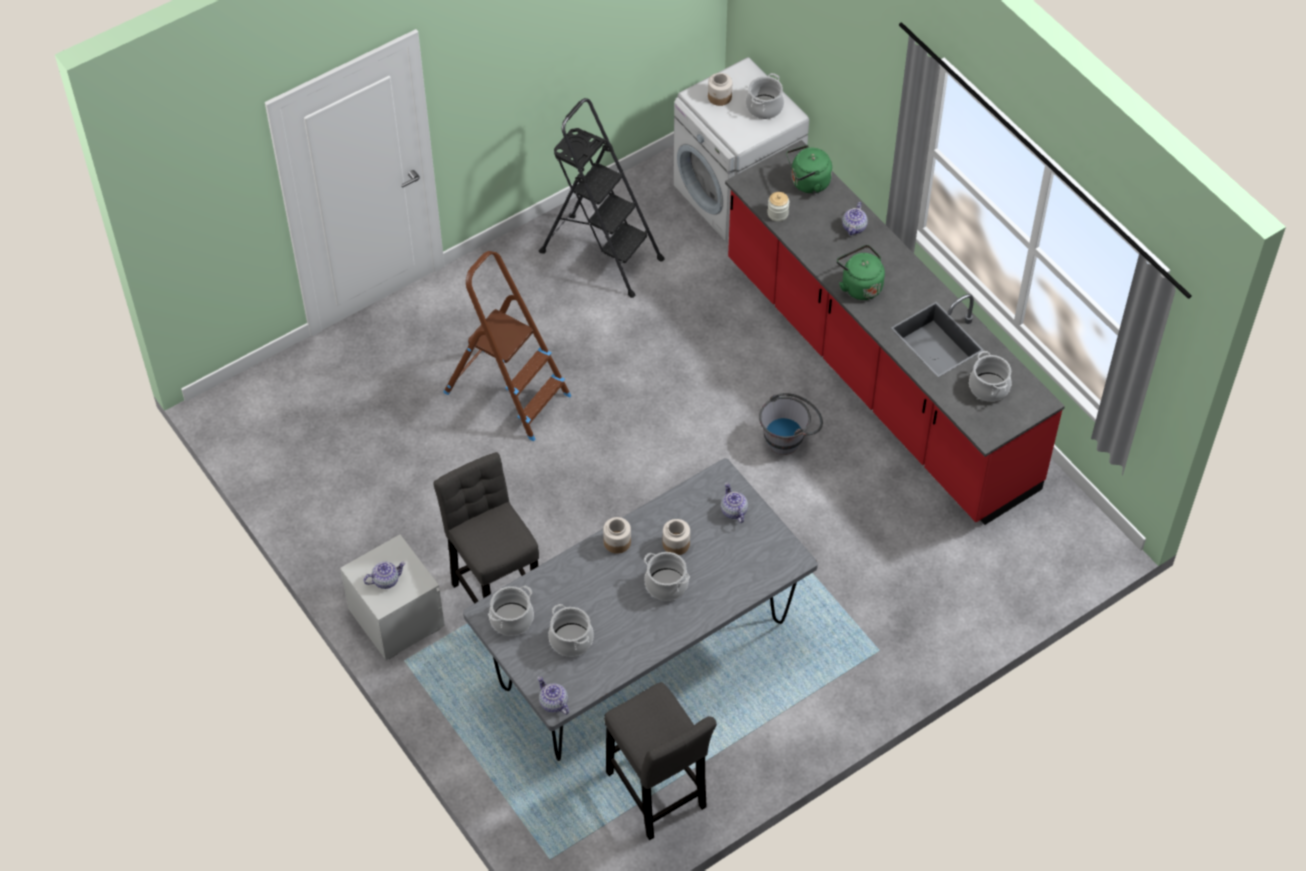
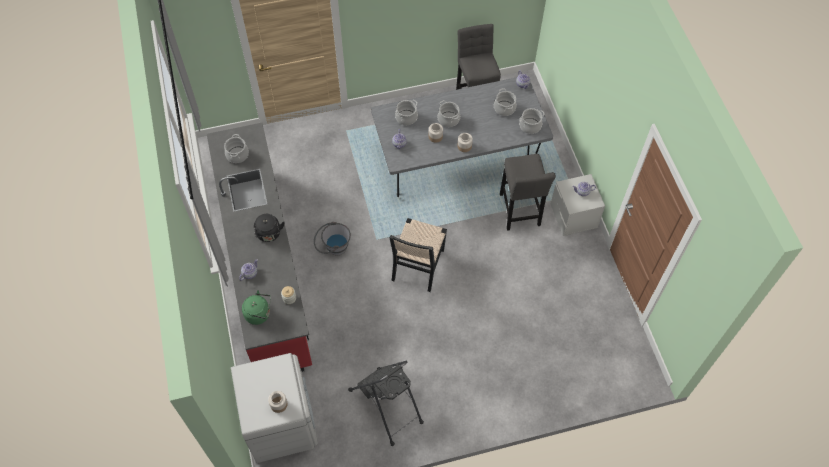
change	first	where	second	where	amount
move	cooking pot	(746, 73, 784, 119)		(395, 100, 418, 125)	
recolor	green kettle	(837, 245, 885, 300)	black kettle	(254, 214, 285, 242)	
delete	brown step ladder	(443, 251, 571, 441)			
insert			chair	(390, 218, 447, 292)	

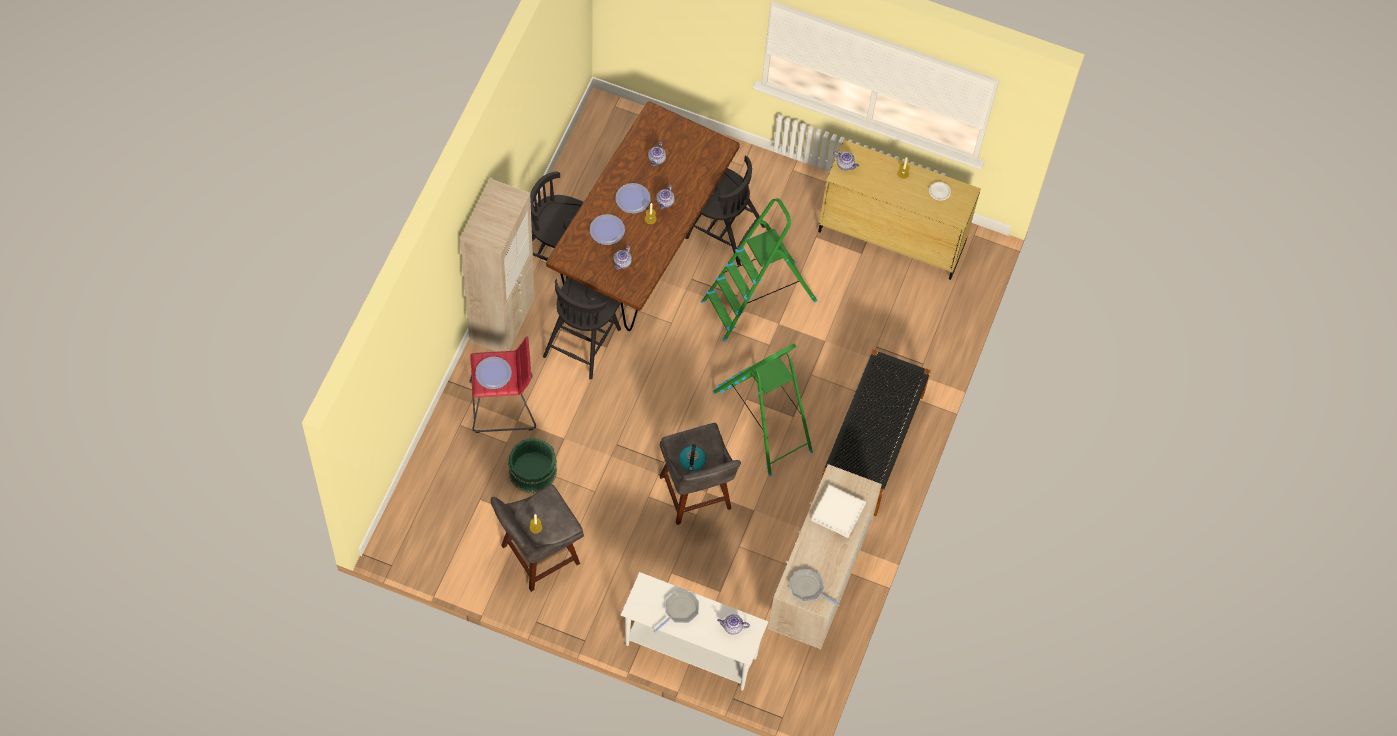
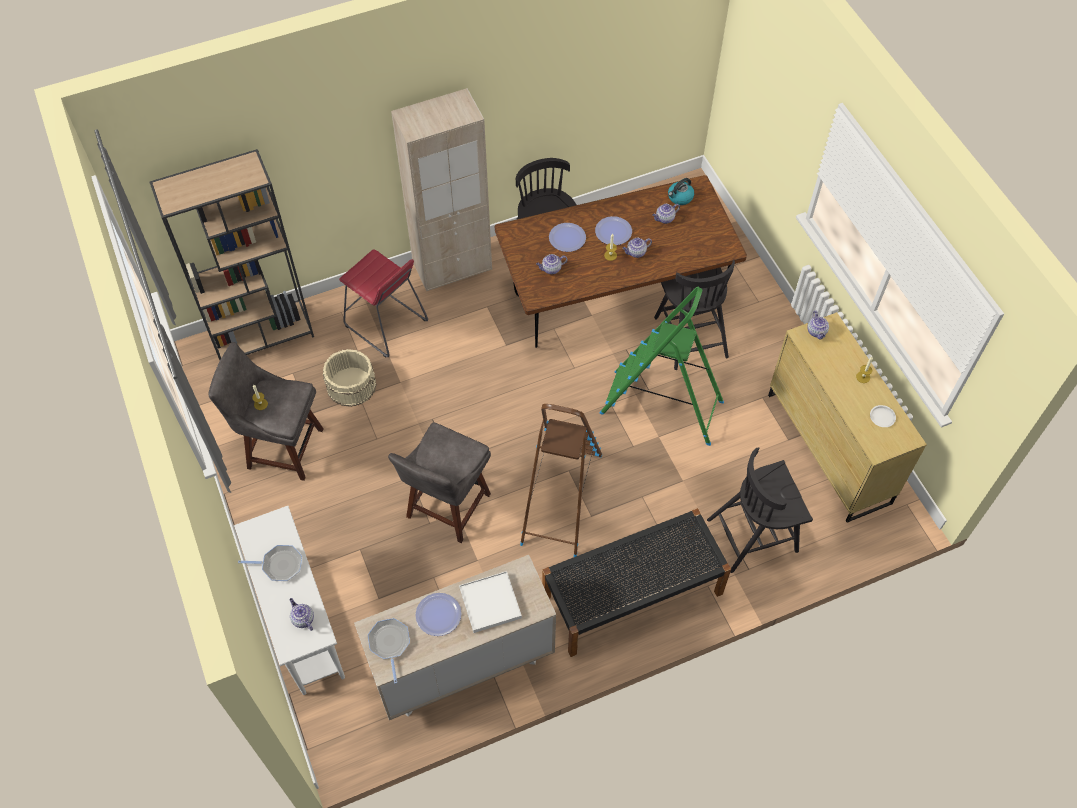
change	first	where	second	where	amount
move	black chair	(543, 277, 621, 380)		(707, 447, 813, 573)	
recolor	green step ladder	(713, 343, 813, 476)	brown step ladder	(520, 404, 602, 557)	
move	plate	(475, 357, 512, 389)		(415, 593, 462, 636)	
recolor	green bucket	(508, 438, 557, 493)	beige bucket	(323, 349, 377, 407)	
move	kettle	(679, 444, 706, 472)		(668, 178, 694, 205)	
insert			bookcase	(149, 149, 314, 360)	

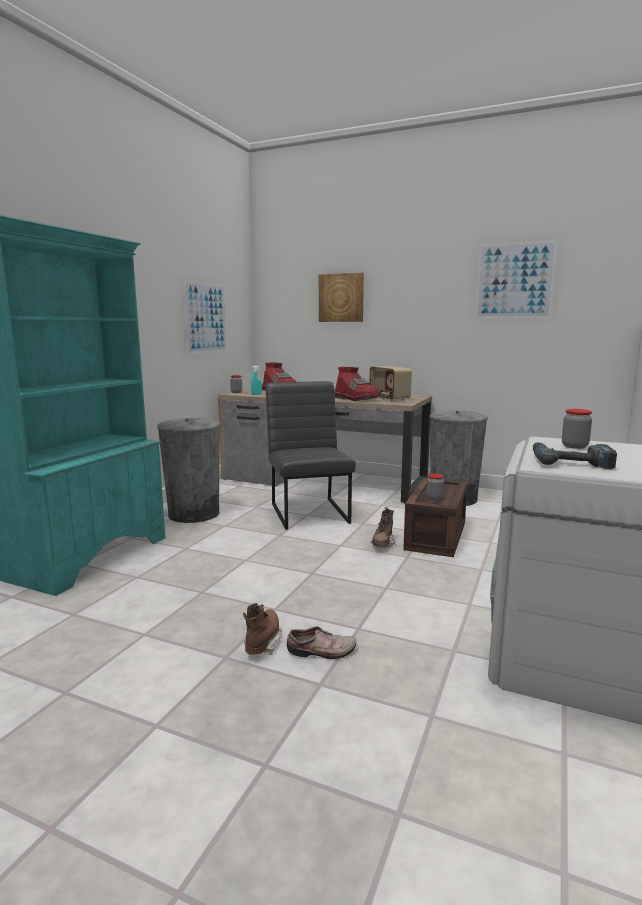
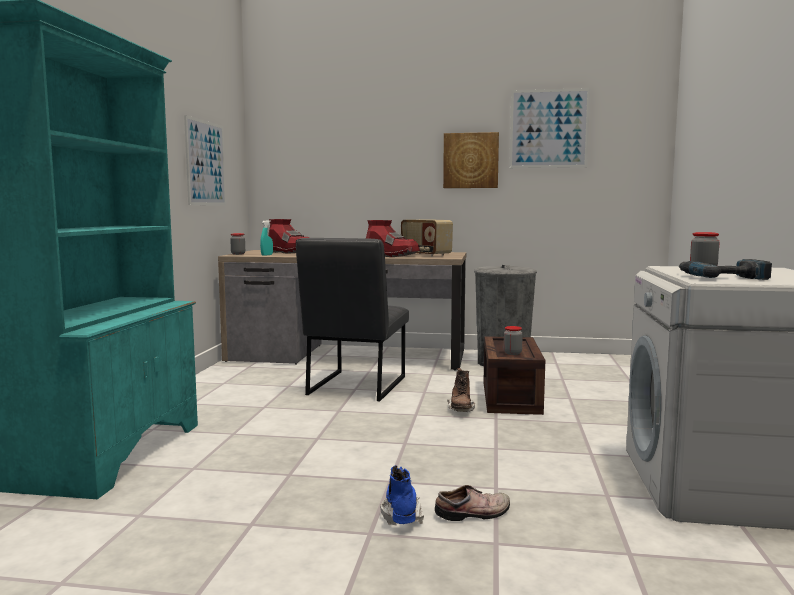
change	first	where	second	where	amount
move	picture	(319, 273, 364, 322)		(443, 132, 499, 188)	
rotate	grey chair	(266, 381, 356, 530)		(296, 238, 409, 401)	135 degrees counterclockwise
delete	grey trash can	(157, 418, 221, 523)			
recolor	brown boot	(243, 603, 282, 655)	blue boot	(381, 465, 424, 525)	

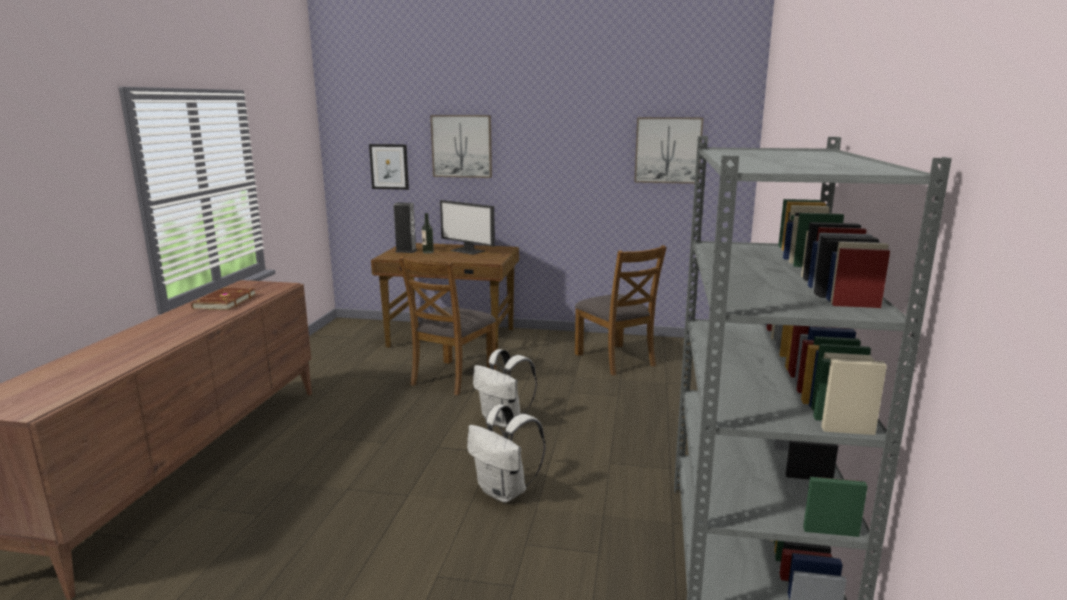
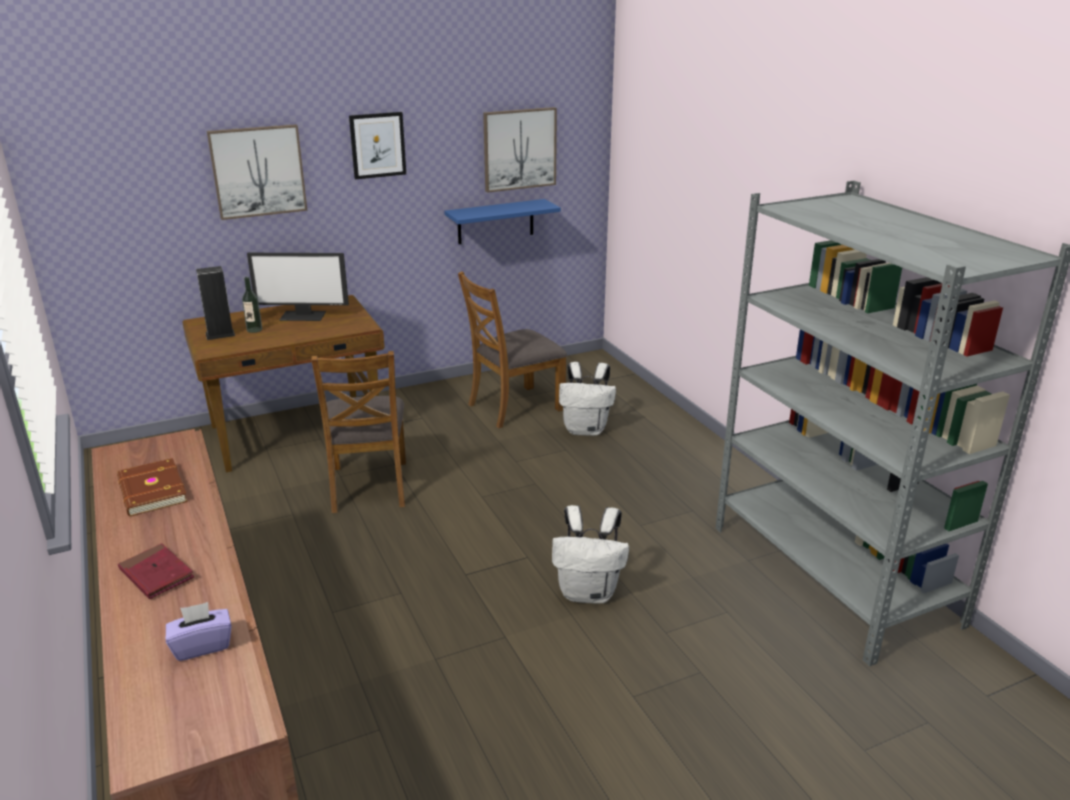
change	first	where	second	where	amount
move	picture	(369, 144, 409, 190)		(349, 112, 406, 180)	
rotate	brown chair	(575, 245, 667, 375)		(458, 271, 567, 428)	120 degrees clockwise
move	white backpack	(473, 349, 537, 427)		(559, 362, 616, 436)	
insert			blue shelf	(444, 199, 561, 244)	
insert			red book	(118, 543, 195, 599)	
insert			purple tissue box	(166, 602, 231, 661)	

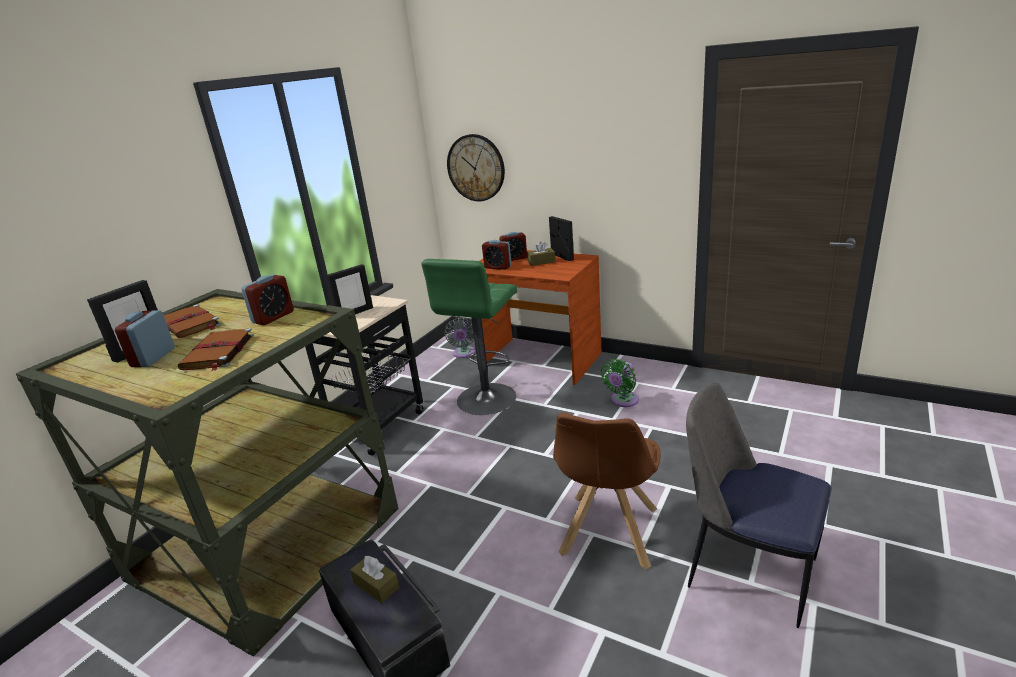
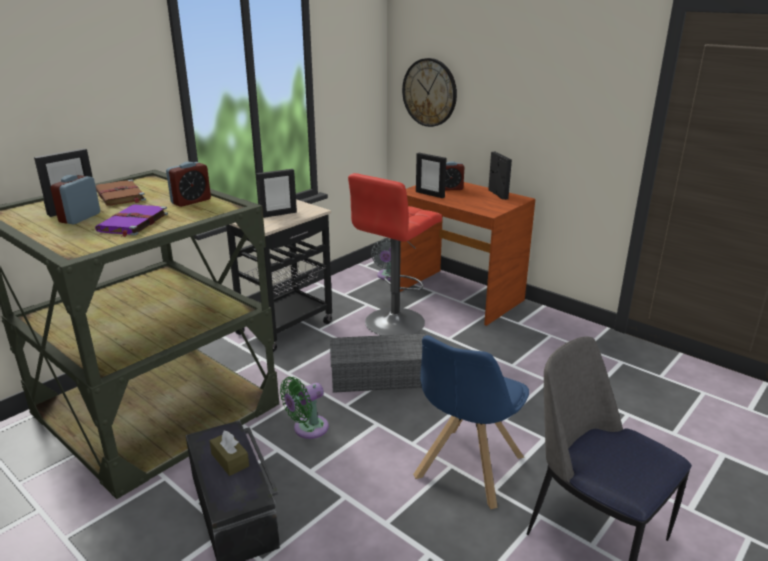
change	first	where	second	where	amount
replace	alarm clock	(482, 240, 512, 270)	picture frame	(416, 153, 447, 198)	
delete	brown tissue box	(527, 241, 556, 266)			
recolor	green stool	(421, 259, 517, 415)	red stool	(348, 173, 442, 335)	
recolor	brown book	(178, 328, 254, 371)	purple book	(95, 204, 168, 237)	
move	green fan	(601, 359, 639, 407)		(280, 377, 329, 439)	
recolor	brown chair	(553, 412, 660, 570)	blue chair	(413, 335, 529, 509)	
insert			grey storage box	(330, 333, 426, 393)	

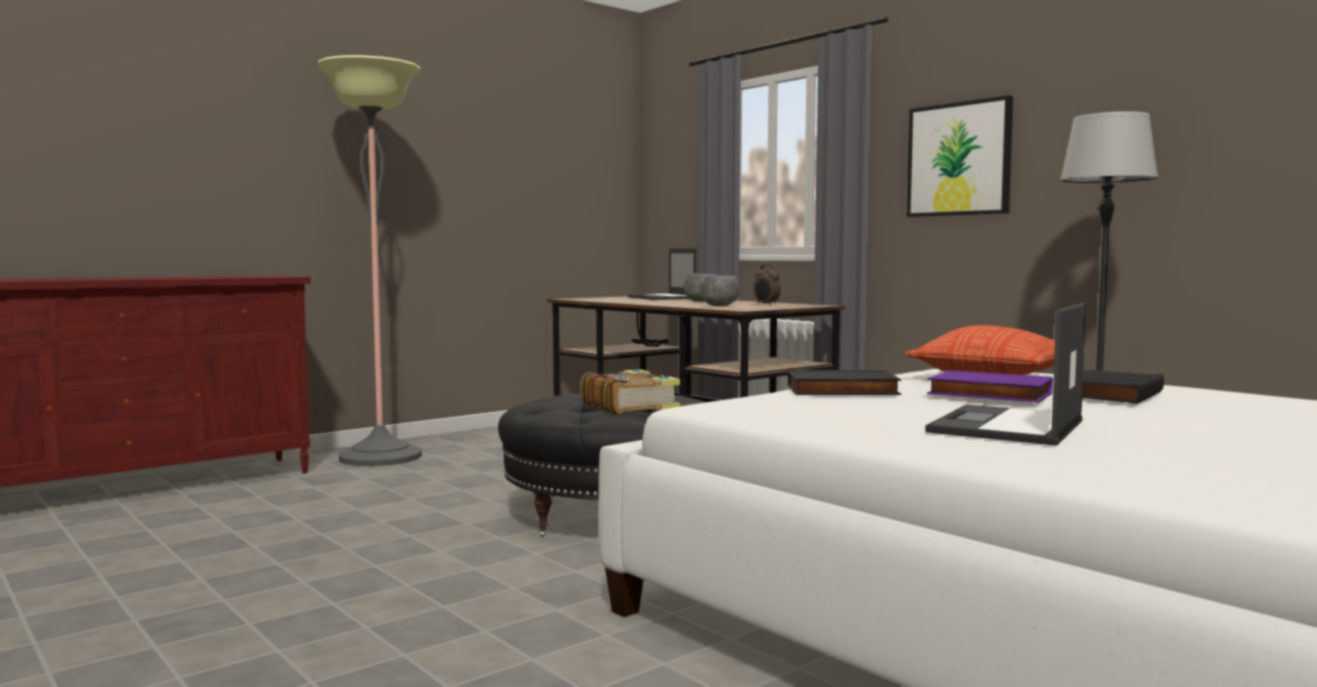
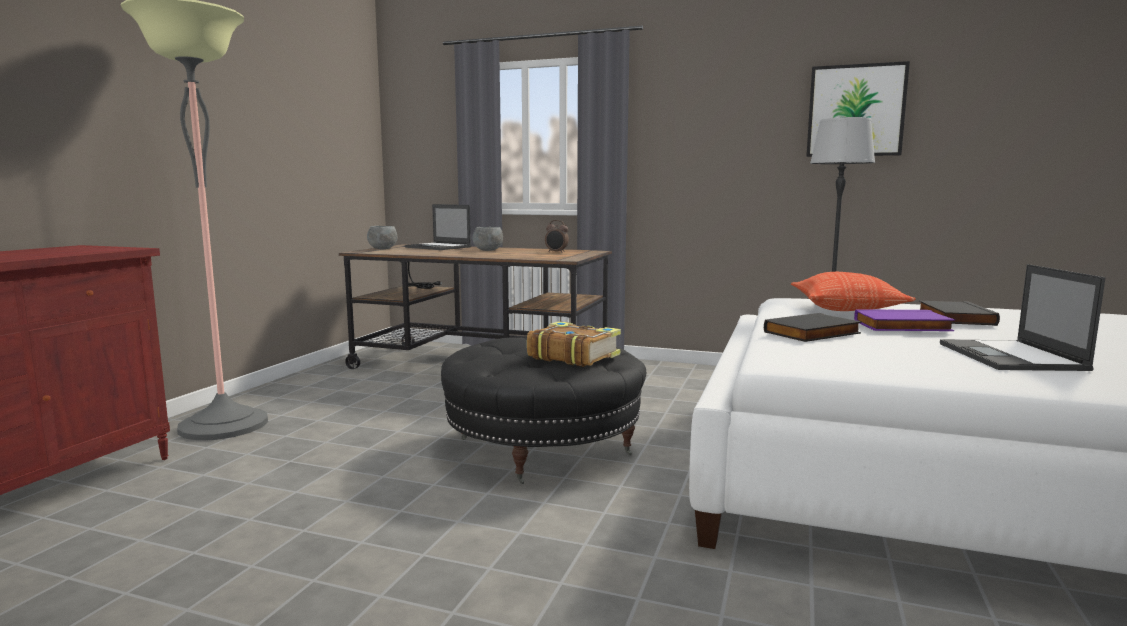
change	first	where	second	where	amount
move	picture	(907, 95, 1013, 217)		(806, 61, 910, 157)	
move	grey bowl	(700, 275, 740, 306)		(367, 226, 398, 249)	

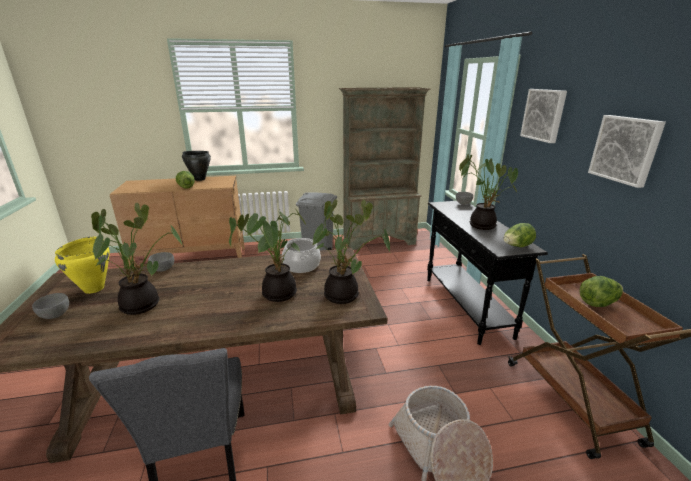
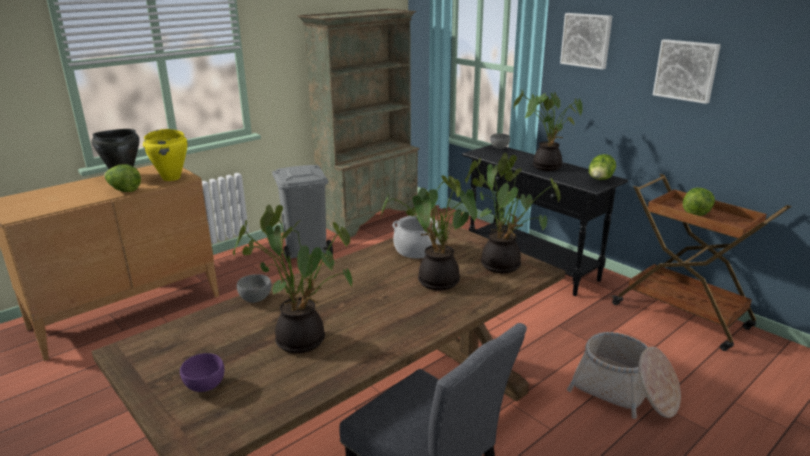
change	first	where	second	where	amount
move	yellow cooking pot	(55, 237, 109, 294)		(143, 129, 188, 181)	
recolor	grey bowl	(32, 293, 69, 319)	purple bowl	(180, 353, 225, 392)	

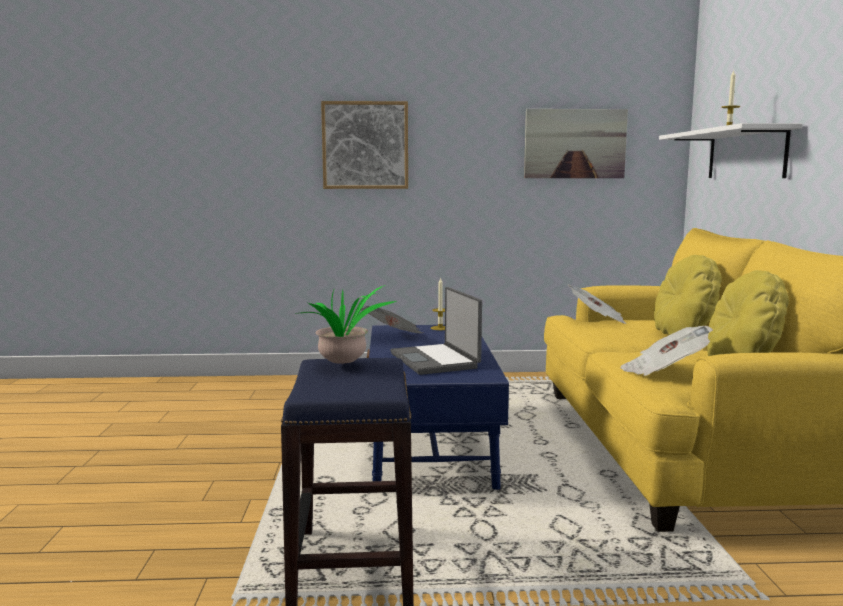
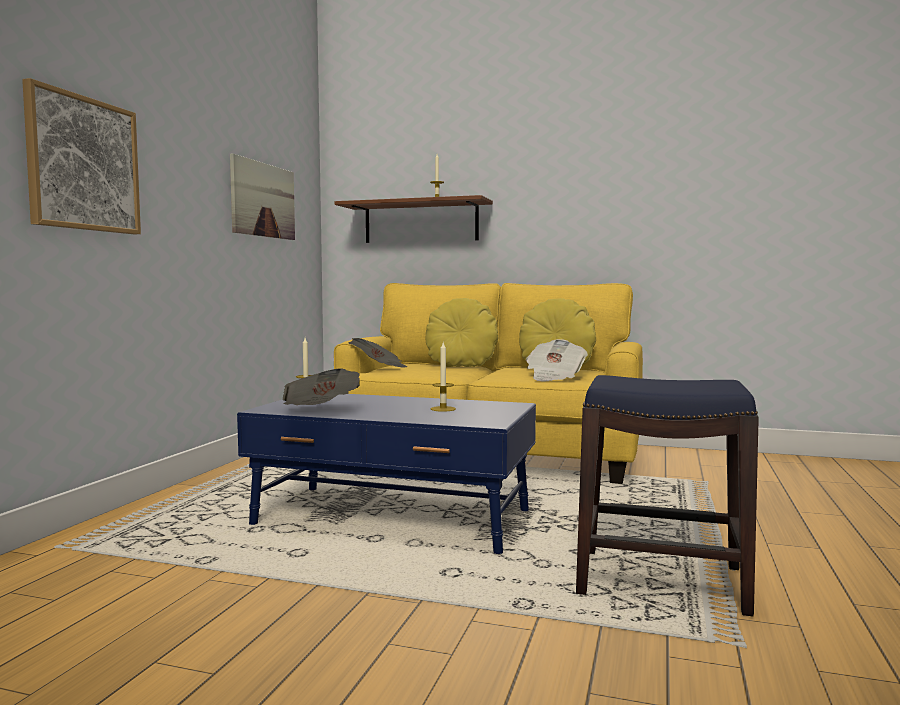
change	first	where	second	where	amount
recolor	white shelf	(659, 123, 803, 178)	brown shelf	(334, 195, 493, 243)	
delete	potted plant	(295, 285, 397, 364)			
replace	laptop	(390, 287, 482, 375)	candle	(431, 343, 456, 412)	

